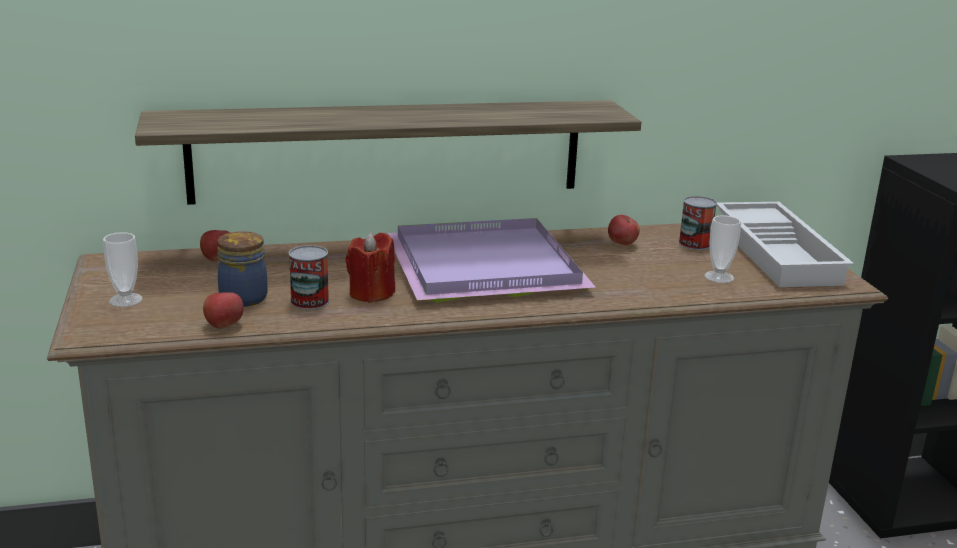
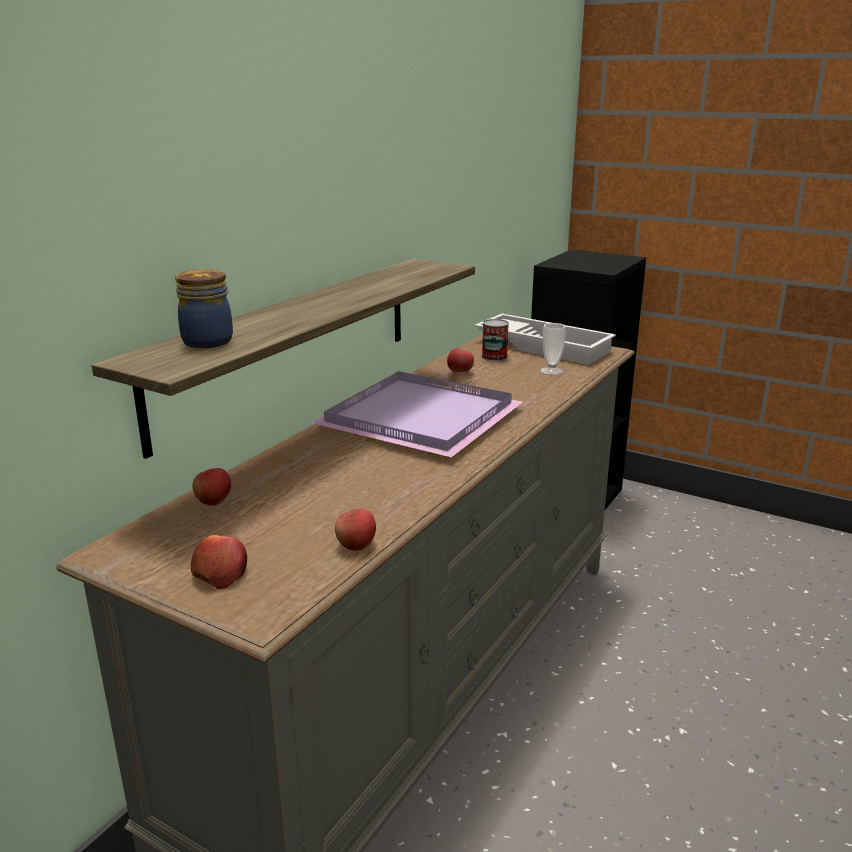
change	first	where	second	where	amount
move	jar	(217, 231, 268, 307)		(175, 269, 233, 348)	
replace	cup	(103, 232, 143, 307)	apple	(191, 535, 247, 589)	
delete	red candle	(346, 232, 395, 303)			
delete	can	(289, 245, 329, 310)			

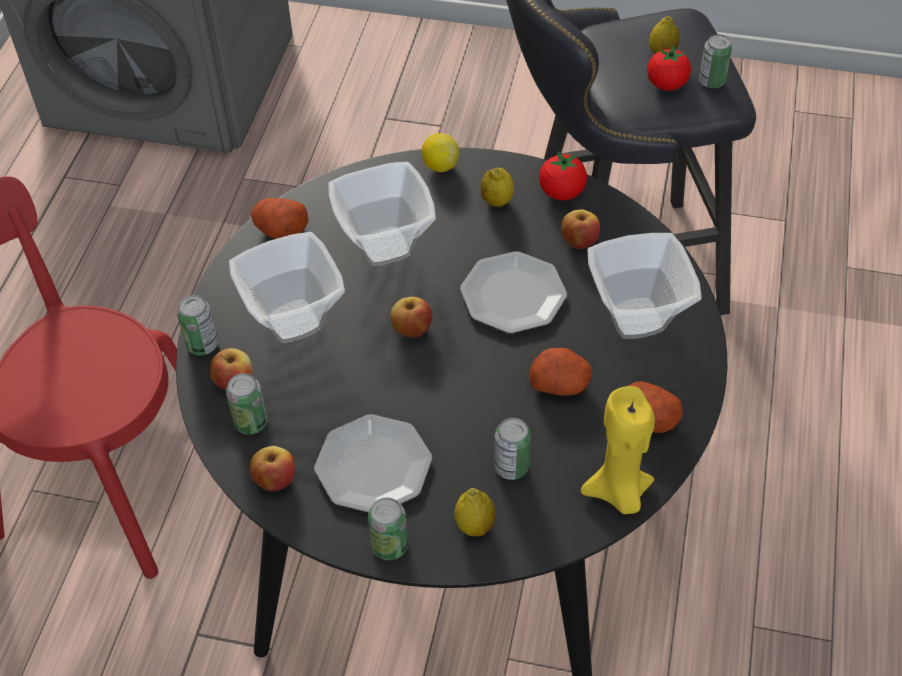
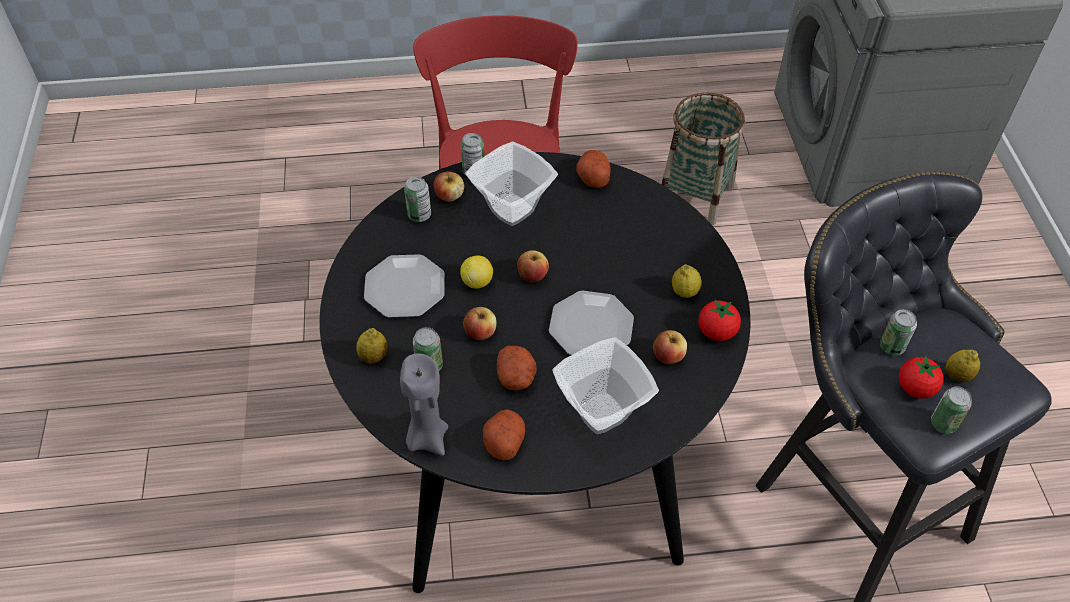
change	first	where	second	where	amount
move	lemon	(422, 133, 459, 172)		(460, 256, 493, 289)	
delete	bowl	(328, 162, 436, 266)			
recolor	yellow candle	(581, 386, 655, 514)	grey candle	(400, 353, 448, 456)	
move	apple	(250, 446, 295, 491)		(463, 307, 497, 340)	
move	can	(368, 498, 408, 560)		(880, 309, 917, 356)	
insert			basket	(661, 92, 745, 225)	

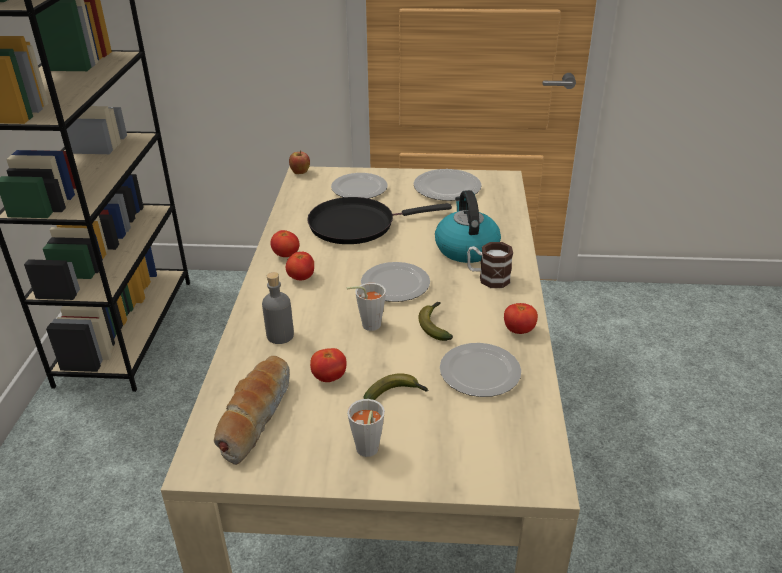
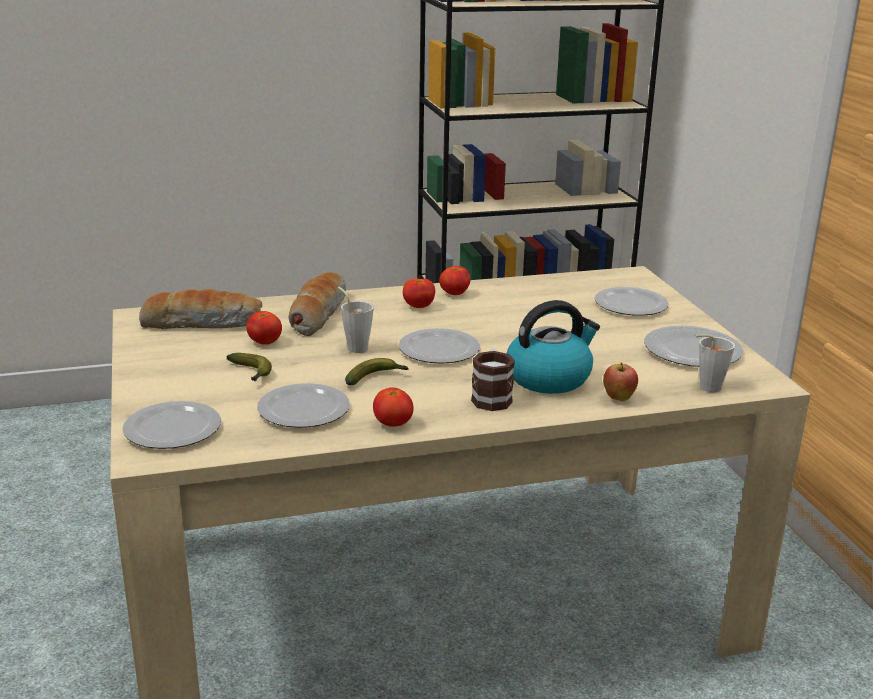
change	first	where	second	where	amount
move	apple	(289, 150, 310, 174)		(603, 363, 638, 401)	
delete	black frying pan	(307, 197, 452, 244)			
replace	grey bottle	(262, 272, 294, 344)	bread	(288, 272, 346, 336)	
move	grey cup	(347, 399, 385, 457)		(695, 334, 735, 392)	
insert			plate	(122, 401, 221, 449)	

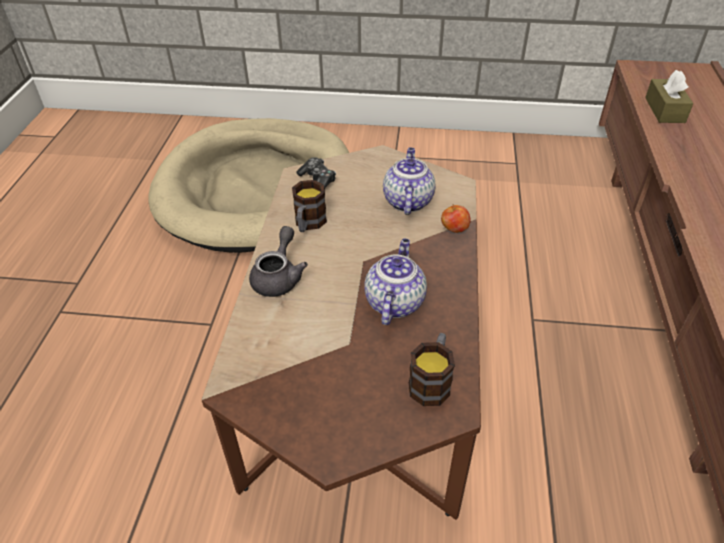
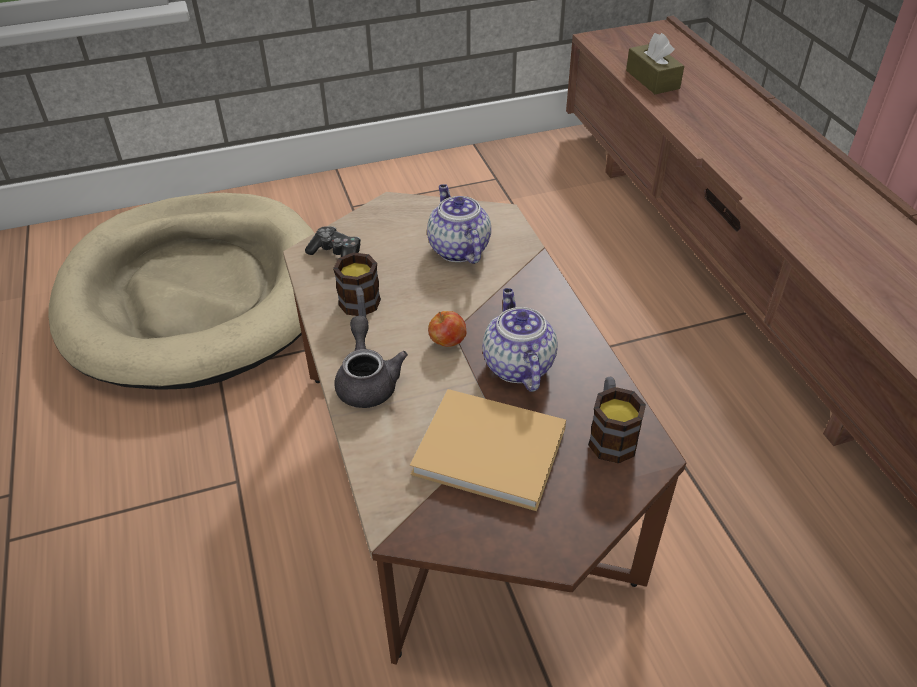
change	first	where	second	where	amount
move	apple	(441, 204, 471, 233)		(428, 311, 467, 347)	
insert			beige book	(410, 389, 566, 511)	

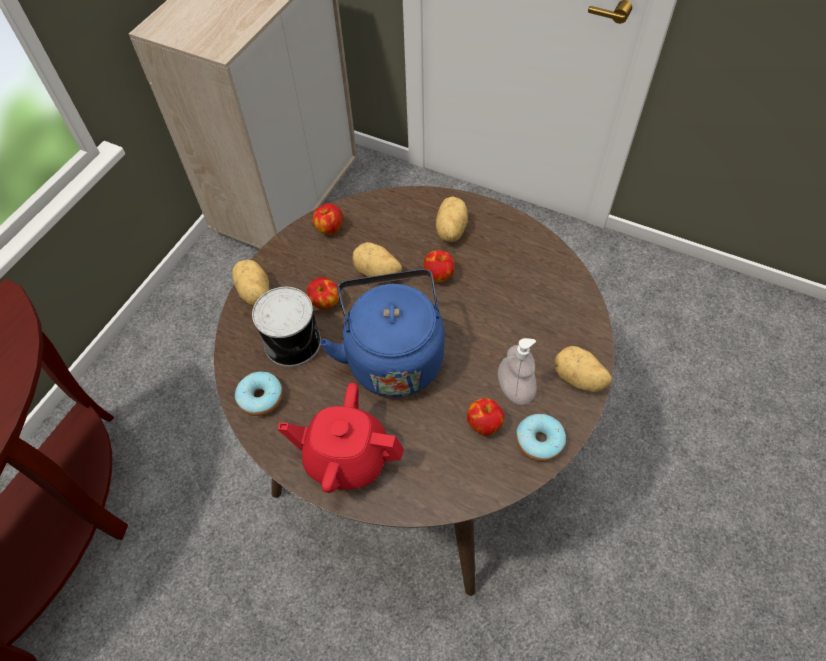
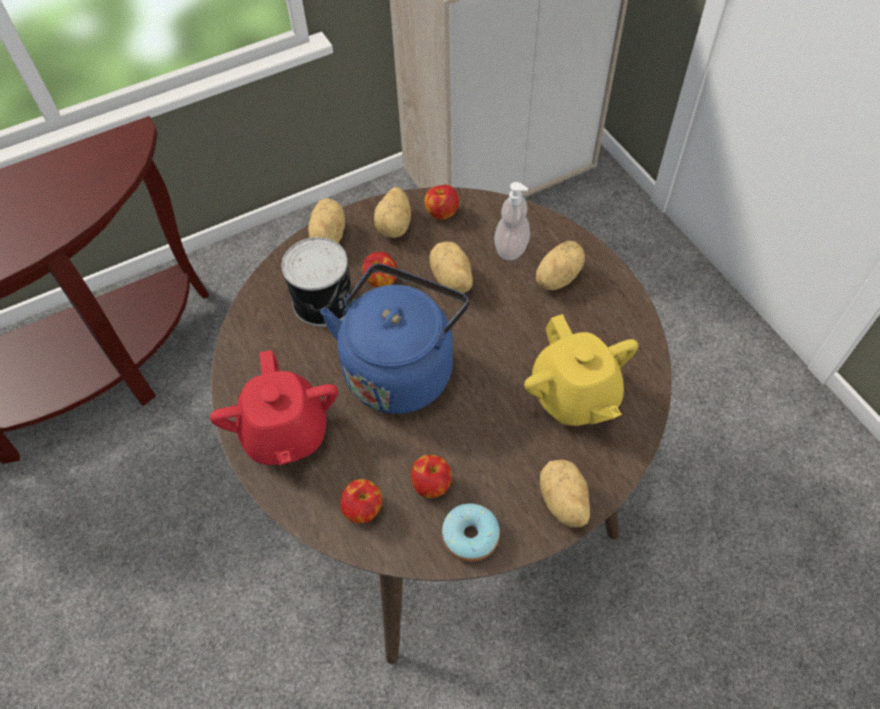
change	first	where	second	where	amount
move	apple	(424, 250, 455, 282)		(340, 479, 382, 523)	
move	soap dispenser	(498, 338, 536, 405)		(494, 182, 530, 260)	
delete	donut	(235, 371, 283, 416)			
rotate	red teapot	(278, 383, 404, 493)		(210, 350, 338, 466)	150 degrees counterclockwise
insert			potato	(374, 187, 411, 238)	
insert			yellow teapot	(524, 314, 638, 426)	

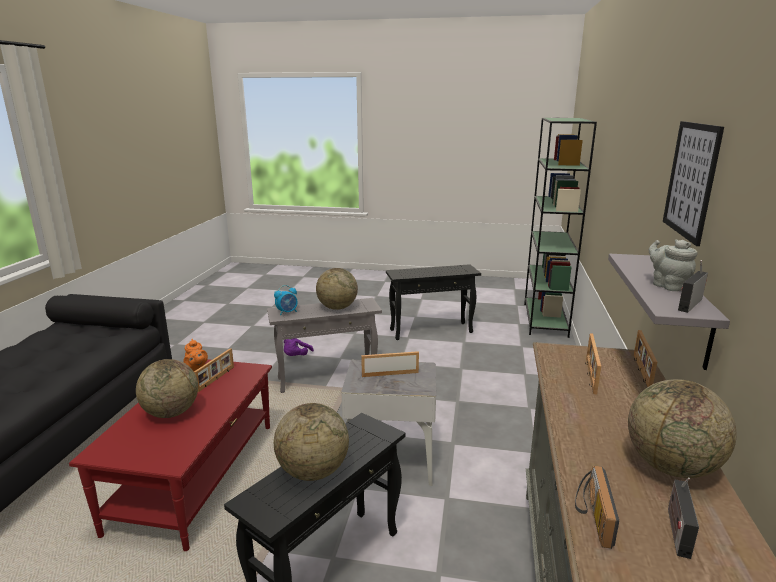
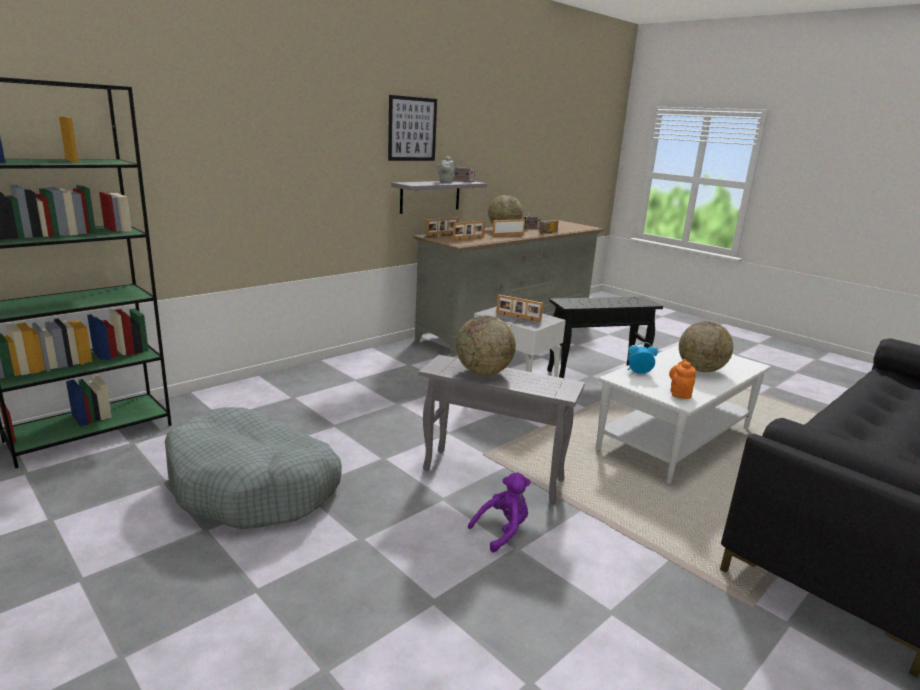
change	first	where	second	where	amount
replace	black side table	(386, 264, 481, 340)	grey dog bed	(165, 407, 342, 529)	
move	alarm clock	(274, 285, 298, 316)		(628, 342, 658, 374)	
move	picture frame	(194, 348, 234, 392)		(492, 219, 525, 236)	
recolor	red coffee table	(69, 359, 272, 551)	white coffee table	(596, 345, 771, 484)	
delete	globe	(274, 403, 349, 481)			

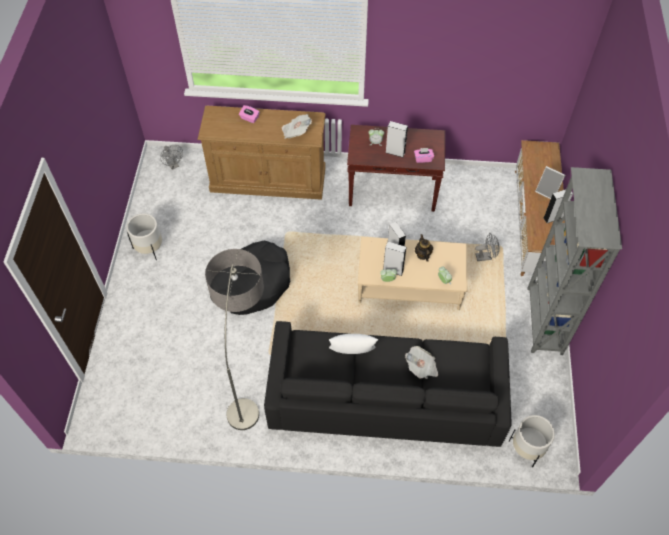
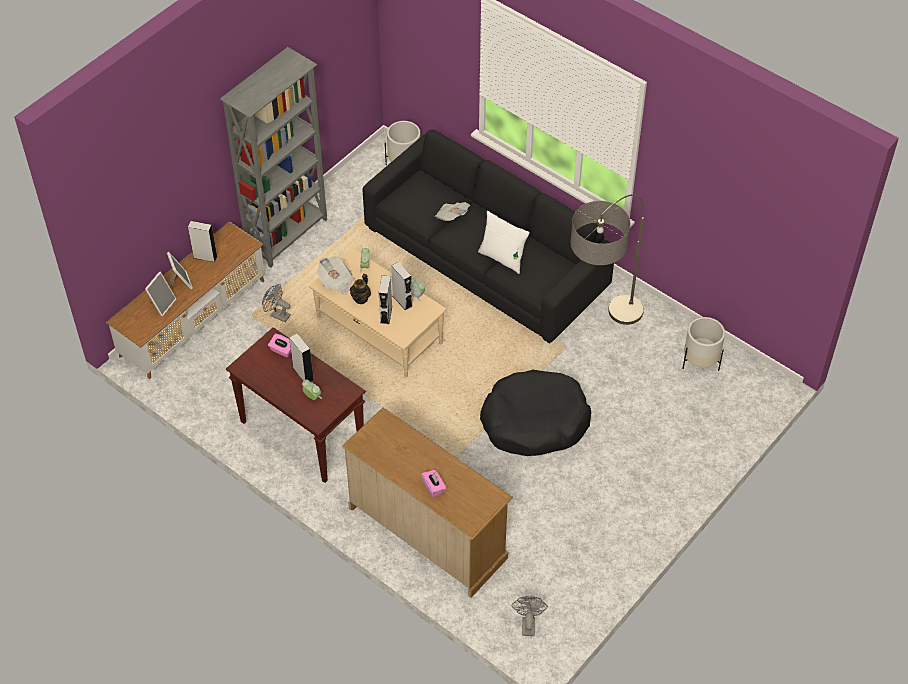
change	first	where	second	where	amount
move	newspaper	(282, 114, 312, 139)		(317, 256, 355, 295)	
move	white planter	(127, 213, 162, 260)		(682, 317, 725, 371)	
insert			picture frame	(145, 272, 176, 316)	

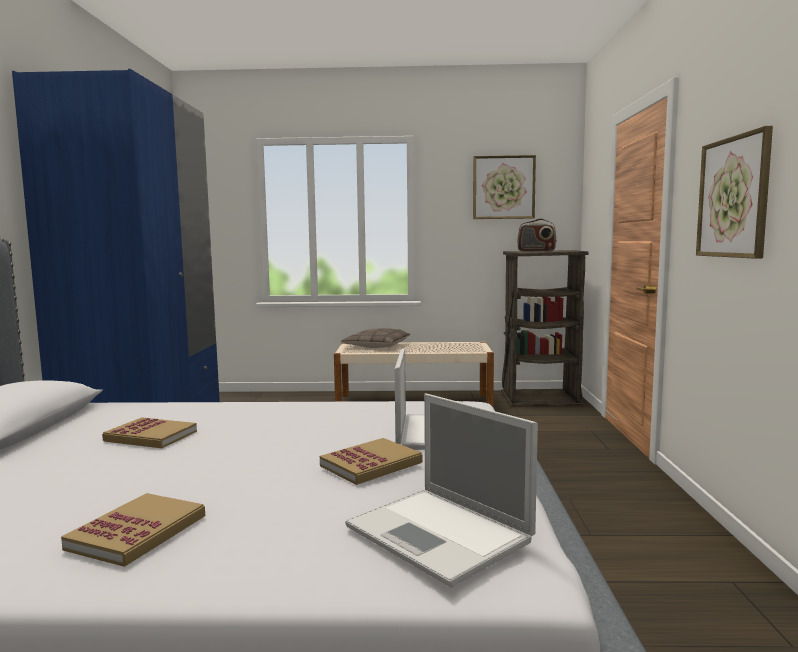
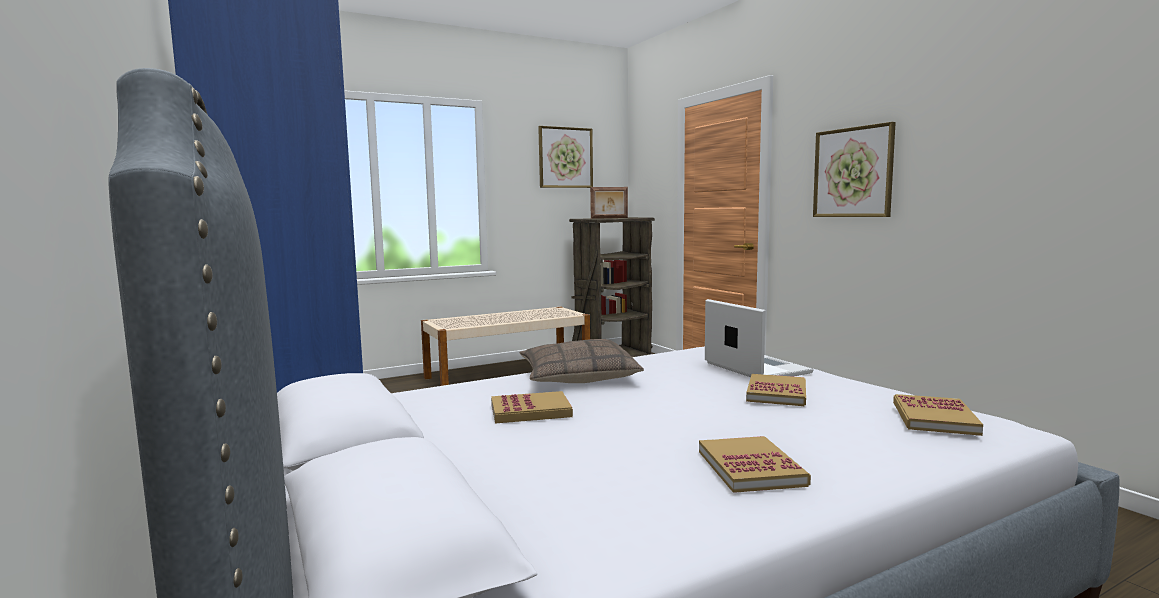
change	first	where	second	where	amount
replace	radio	(517, 218, 557, 252)	picture frame	(590, 187, 628, 219)	
move	pillow	(341, 328, 410, 348)		(519, 339, 644, 383)	
replace	laptop	(345, 394, 538, 588)	book	(893, 394, 983, 436)	

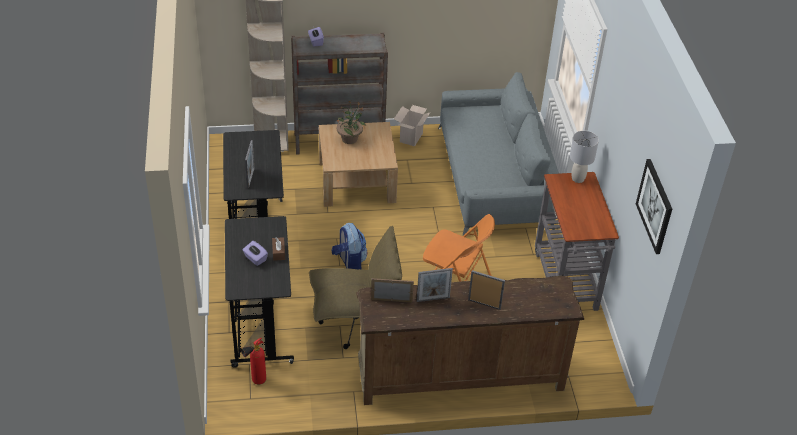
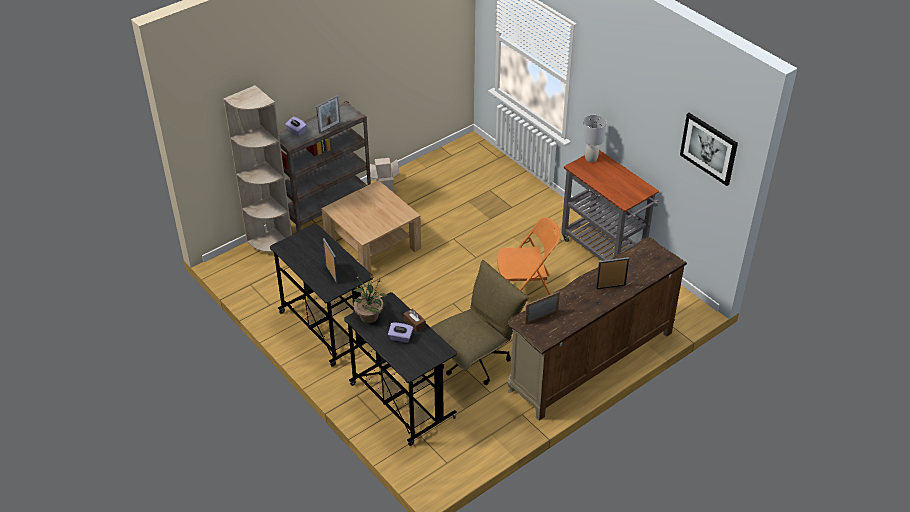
change	first	where	second	where	amount
delete	grey sofa	(438, 72, 559, 235)			
move	potted plant	(336, 101, 366, 144)		(353, 275, 387, 323)	
delete	backpack	(332, 223, 367, 269)			
move	picture frame	(417, 268, 453, 302)		(316, 95, 341, 134)	
delete	fire extinguisher	(241, 338, 266, 385)			

